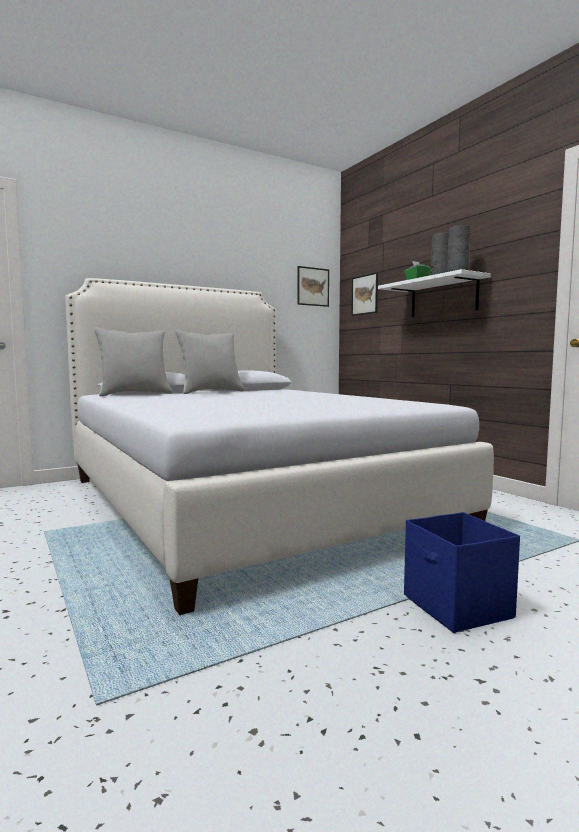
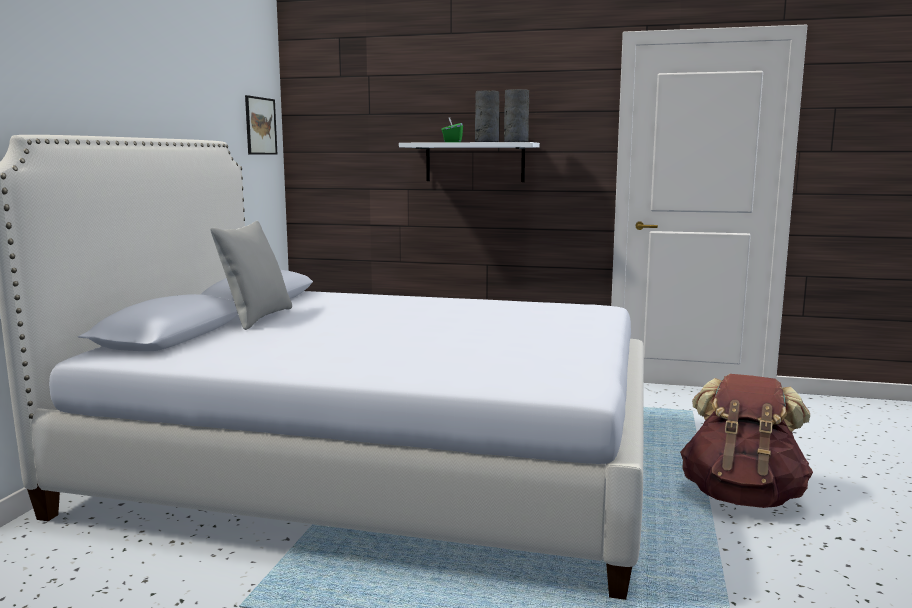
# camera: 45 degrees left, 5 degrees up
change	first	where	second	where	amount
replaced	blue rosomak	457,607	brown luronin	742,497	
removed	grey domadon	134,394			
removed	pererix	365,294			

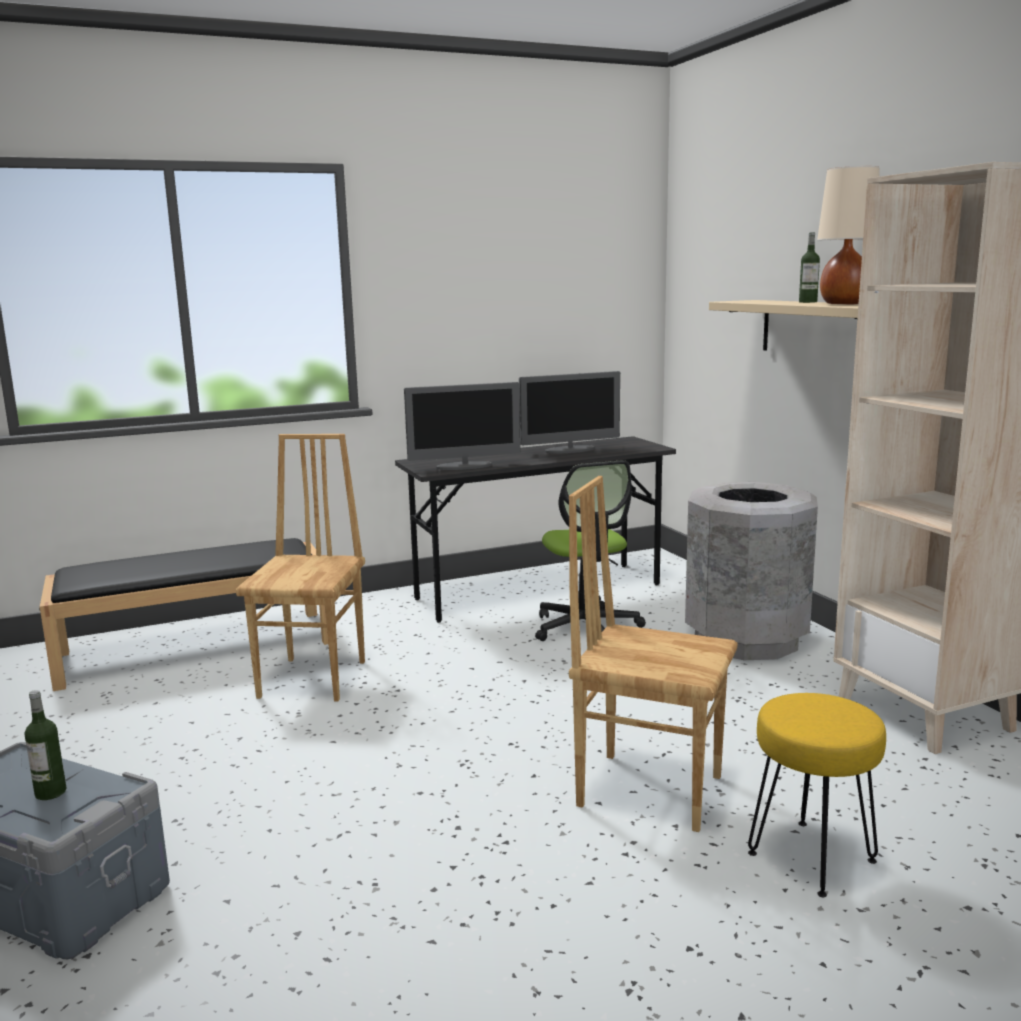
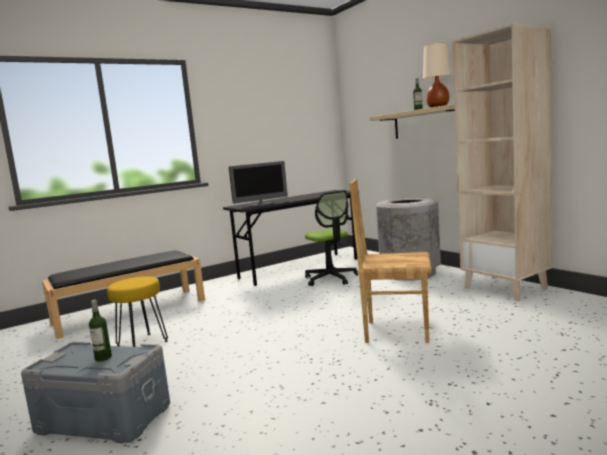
# camera: 10 degrees left, 5 degrees down
change	first	where	second	where	amount
moved	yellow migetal	813,857		143,343	
removed	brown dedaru	315,679			
removed	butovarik	570,450			

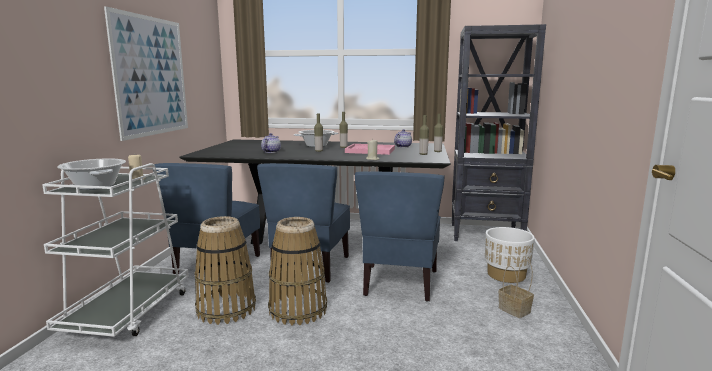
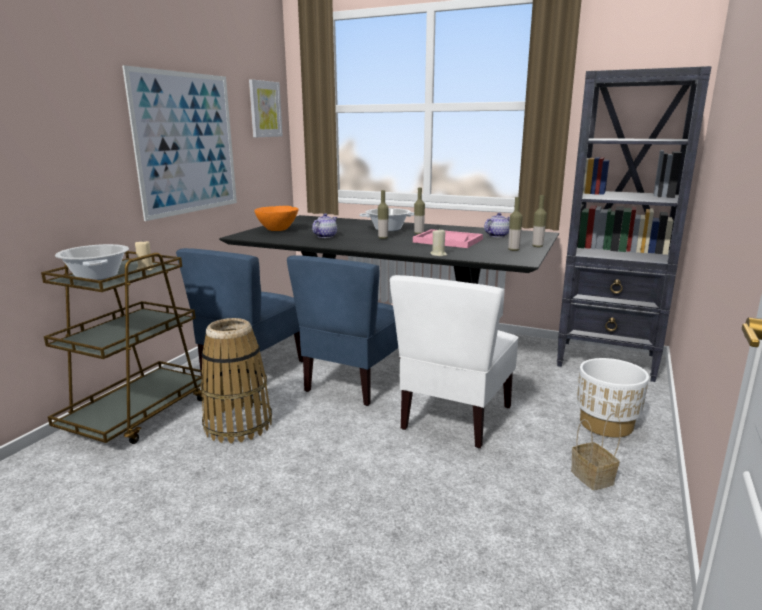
# camera: 15 degrees right, 5 degrees up
change	first	where	second	where	amount
recoloured	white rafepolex	128,312	brown rafepolex	139,414	
added			pererix	264,109	
added			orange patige	278,230	
recoloured	blue dedaru	399,283	white dedaru	454,417	
removed	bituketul	297,310			

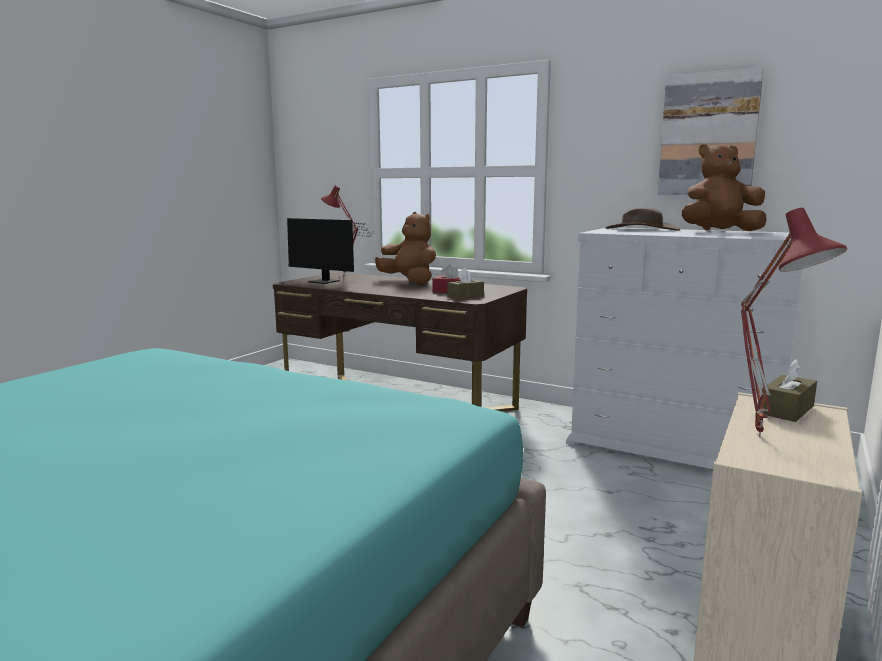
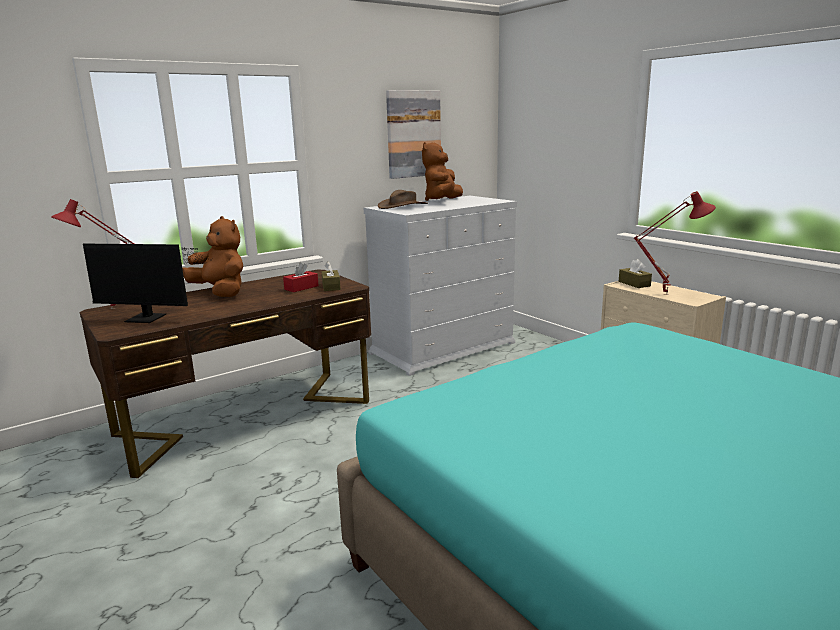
# camera: 65 degrees left, 5 degrees up
change	first	where	second	where	amount
turned	butovarik	326,282		149,318	45 degrees clockwise
turned	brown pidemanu	409,281		221,292	60 degrees clockwise

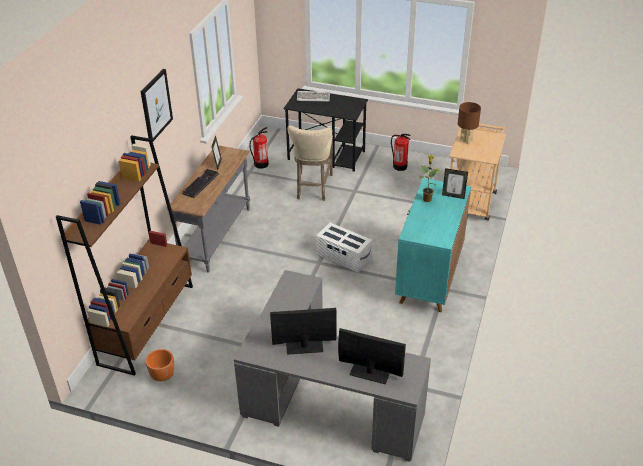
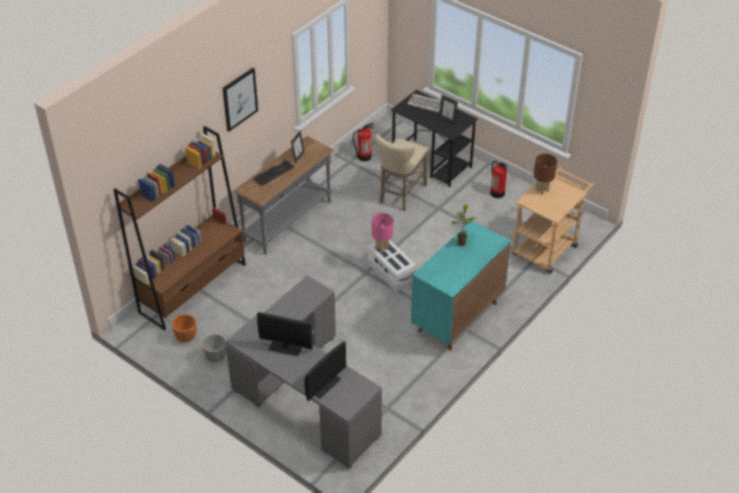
# camera: 20 degrees right, 5 degrees up
change	first	where	second	where	amount
added			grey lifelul	216,357	
turned	butovarik	369,373		325,385	90 degrees clockwise
added			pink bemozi	382,248	
moved	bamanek	453,196		447,119	

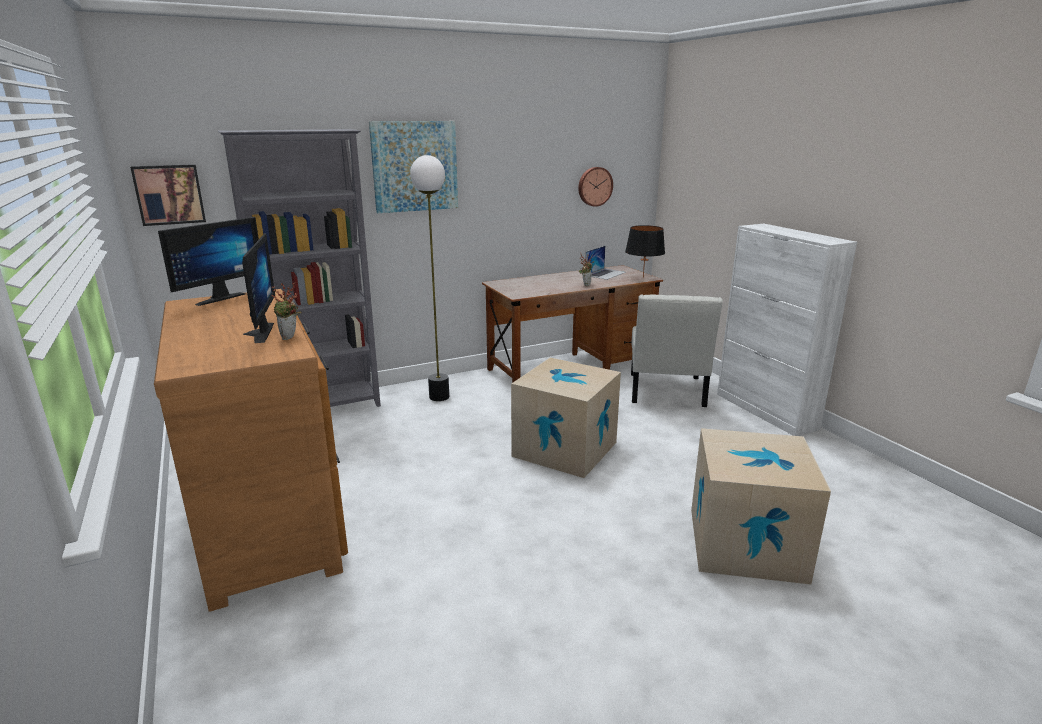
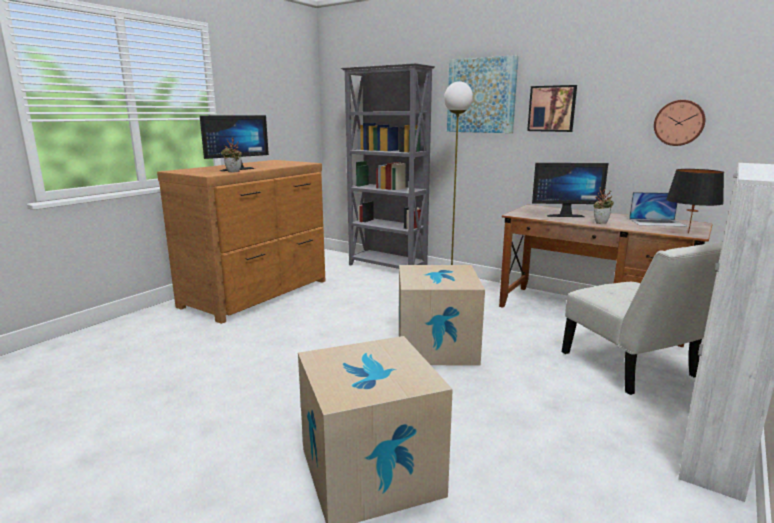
# camera: 60 degrees right, 5 degrees down
change	first	where	second	where	amount
moved	pererix	169,194		552,108	
moved	butovarik	217,298		564,215	
turned	white dedaru	666,392		632,368	90 degrees counterclockwise

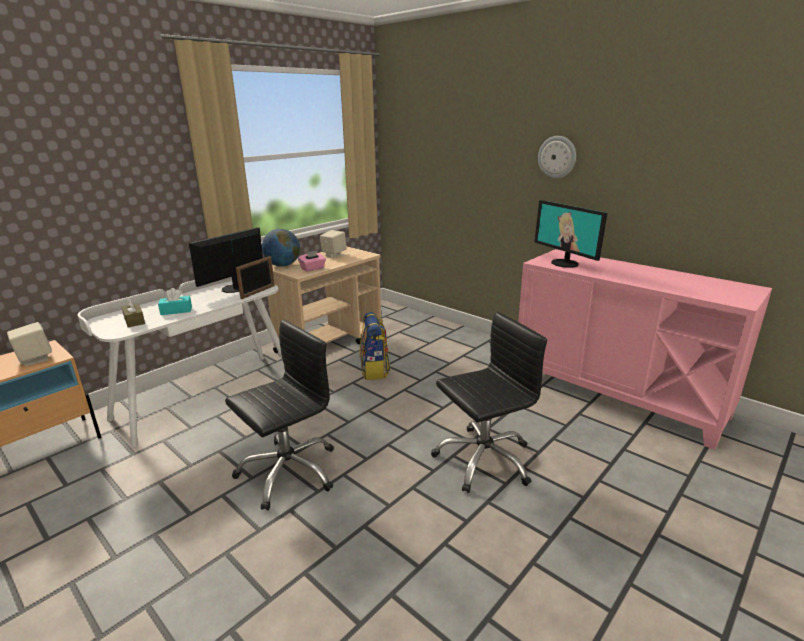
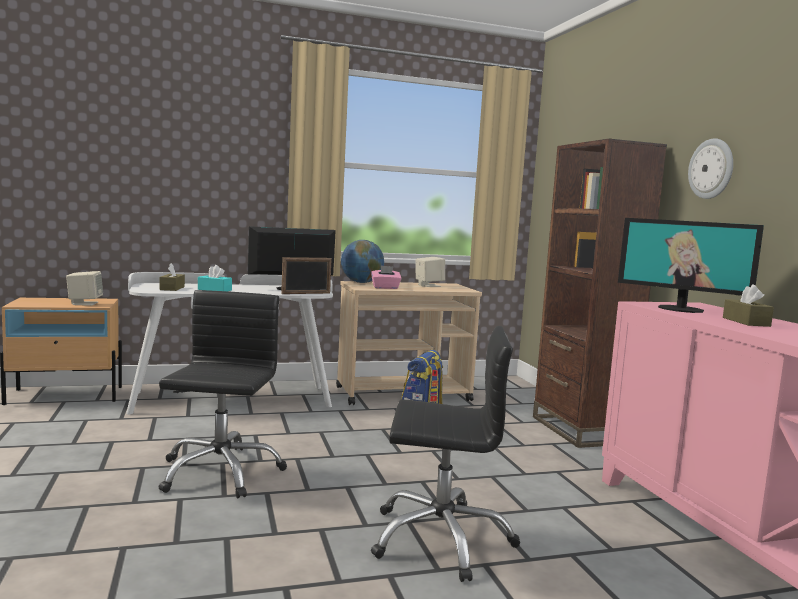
# camera: 30 degrees right, 15 degrees down
change	first	where	second	where	amount
turned	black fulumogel	288,471		220,472	75 degrees counterclockwise
added			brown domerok	580,430	
turned	butovarik	565,263		681,309	60 degrees counterclockwise
added			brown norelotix	746,322	

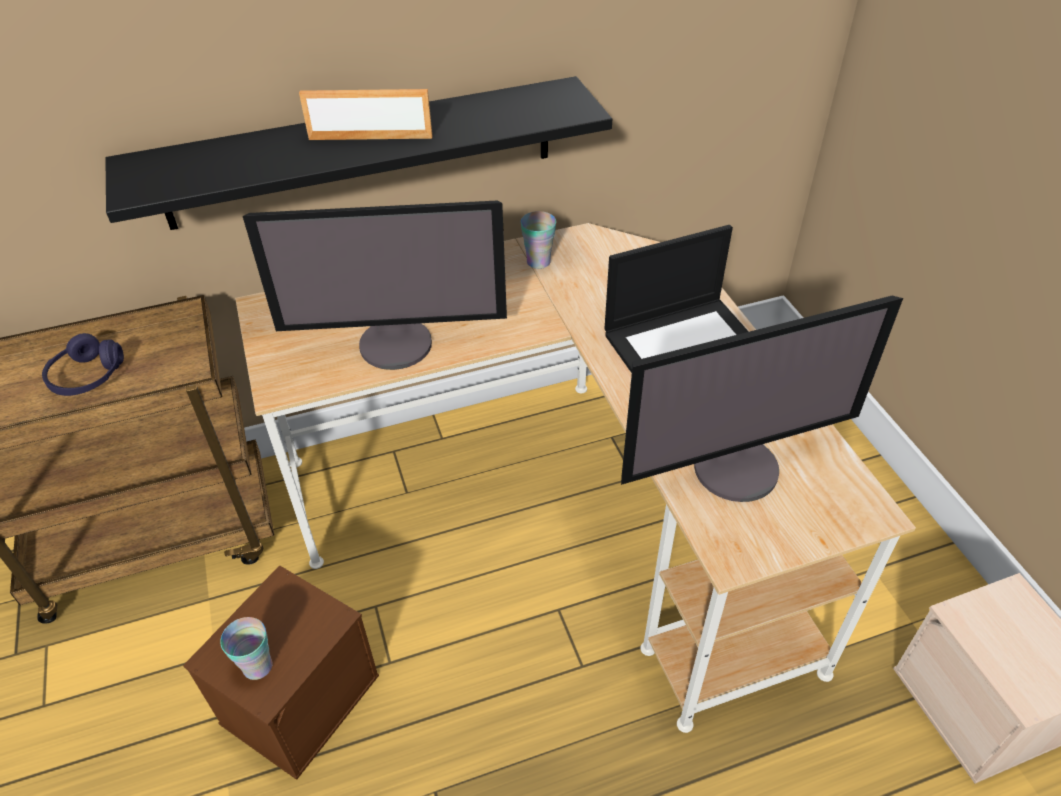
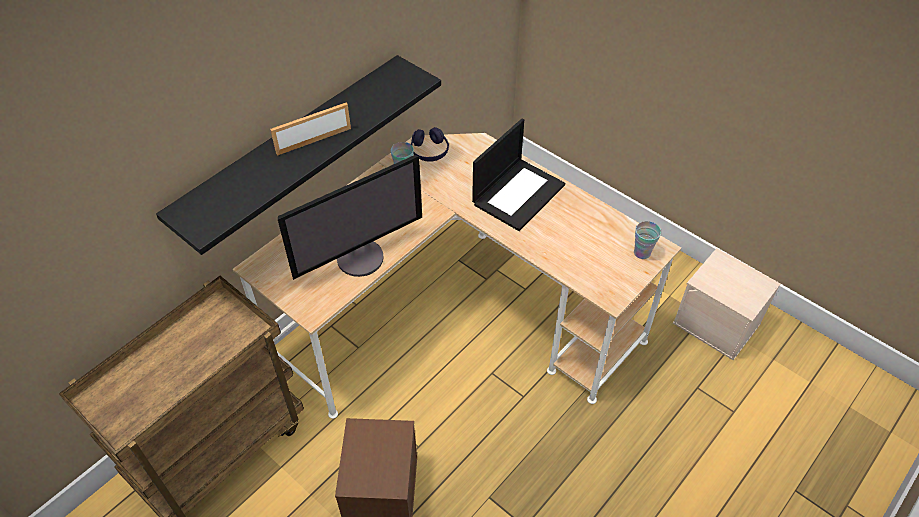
# camera: 30 degrees left, 5 degrees up
change	first	where	second	where	amount
moved	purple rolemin	87,376		429,151	
moved	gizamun	257,666		642,253	
removed	butovarik	735,466			

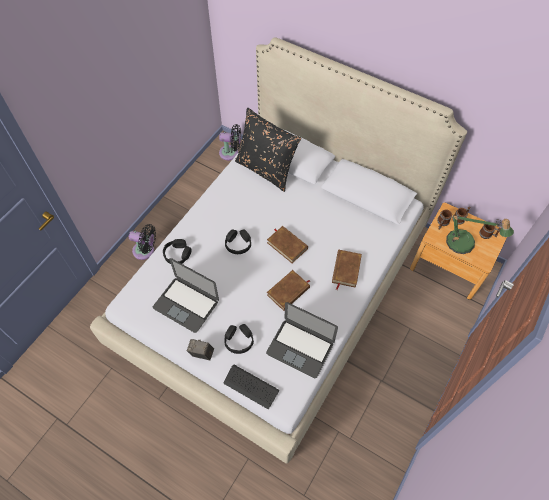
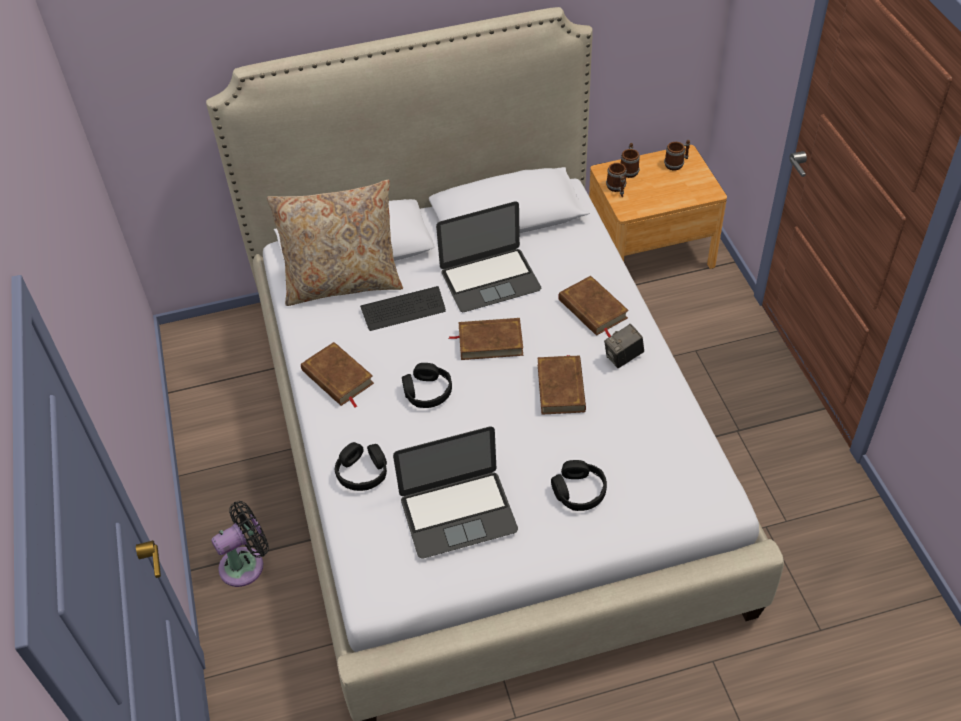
# camera: 45 degrees left, 10 degrees down
change	first	where	second	where	amount
recoloured	black domadon	266,169	beige domadon	343,283	
added			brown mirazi	337,378	
moved	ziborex	251,387		403,310	
moved	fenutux	300,347		490,280	
moved	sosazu	201,353		623,358	
removed	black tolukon	231,153			
removed	bemozi	465,245			

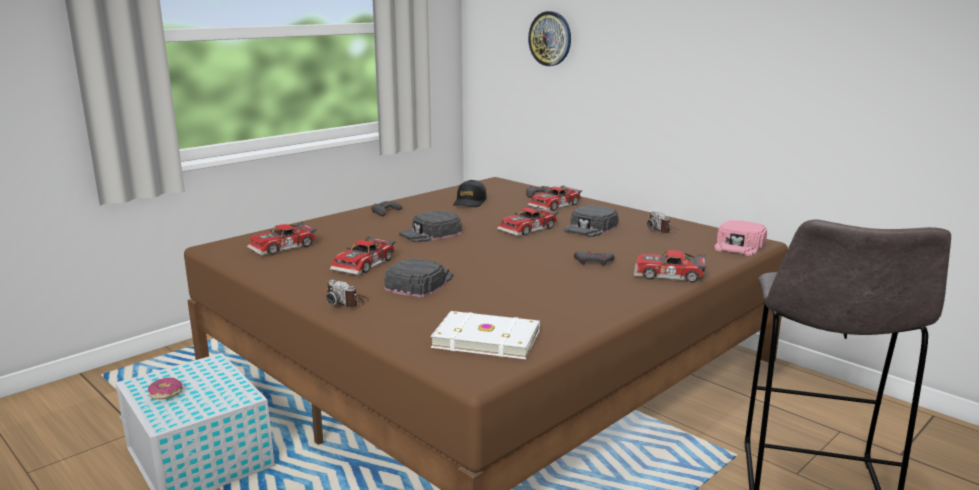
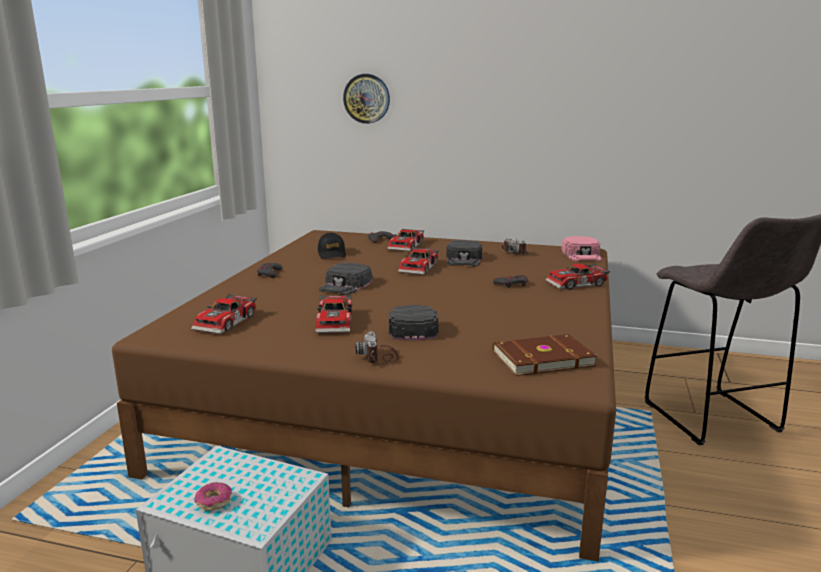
# camera: 30 degrees left, 0 degrees up
change	first	where	second	where	amount
turned	sosazu	347,301		379,356	75 degrees clockwise
recoloured	white mirazi	486,338	brown mirazi	541,358	

